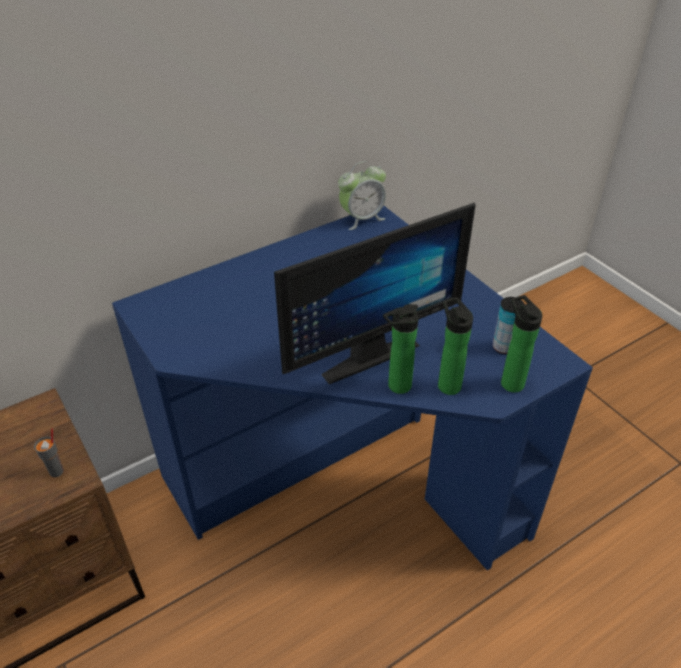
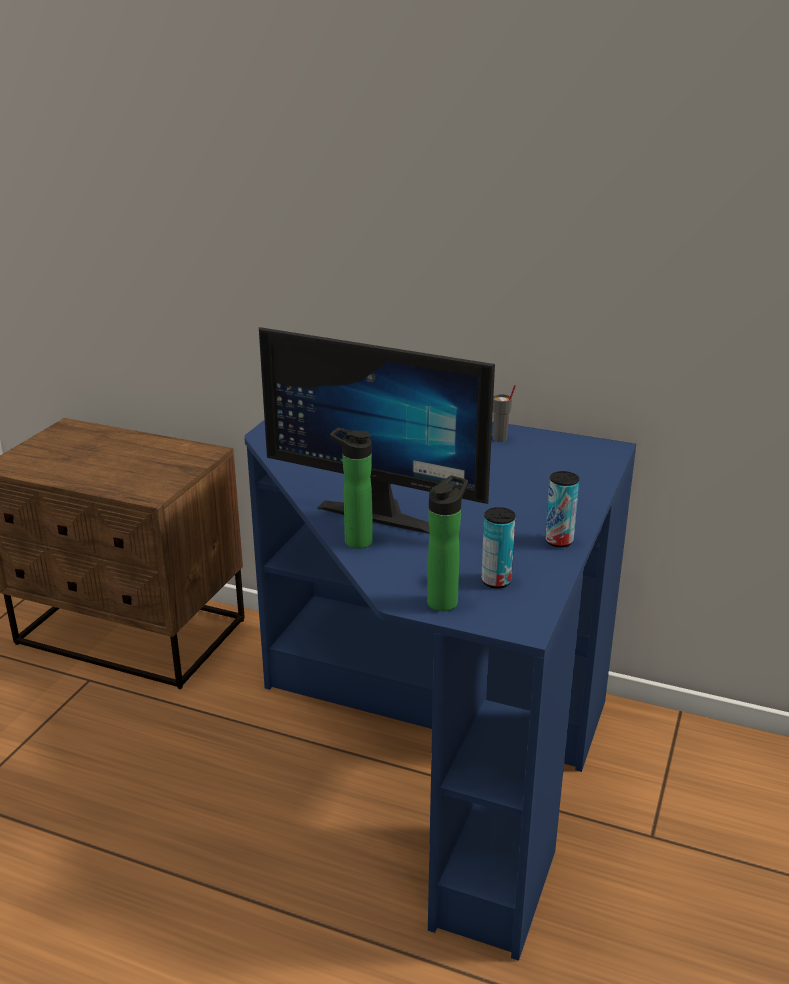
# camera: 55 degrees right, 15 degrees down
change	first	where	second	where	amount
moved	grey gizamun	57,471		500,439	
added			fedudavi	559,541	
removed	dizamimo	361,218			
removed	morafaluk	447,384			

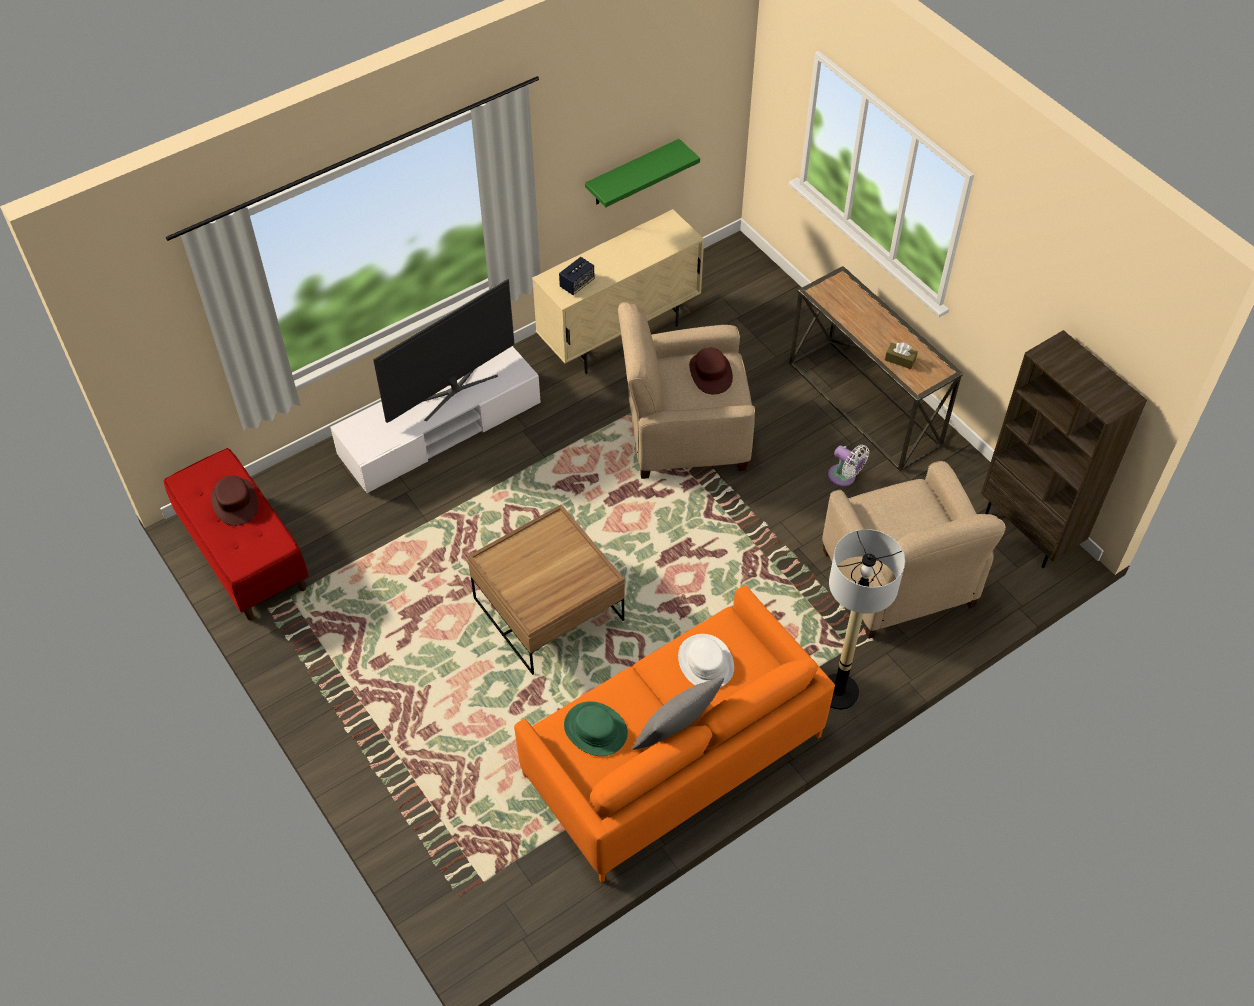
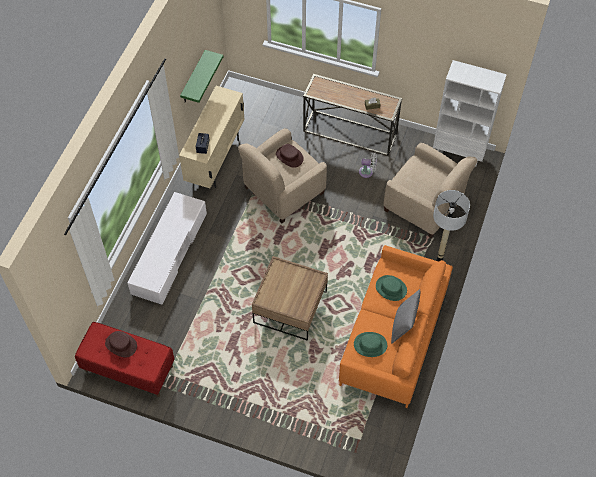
# camera: 35 degrees left, 5 degrees up
change	first	where	second	where	amount
recoloured	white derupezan	706,662	green derupezan	391,288	
recoloured	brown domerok	1029,531	white domerok	459,153	
removed	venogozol	453,389			

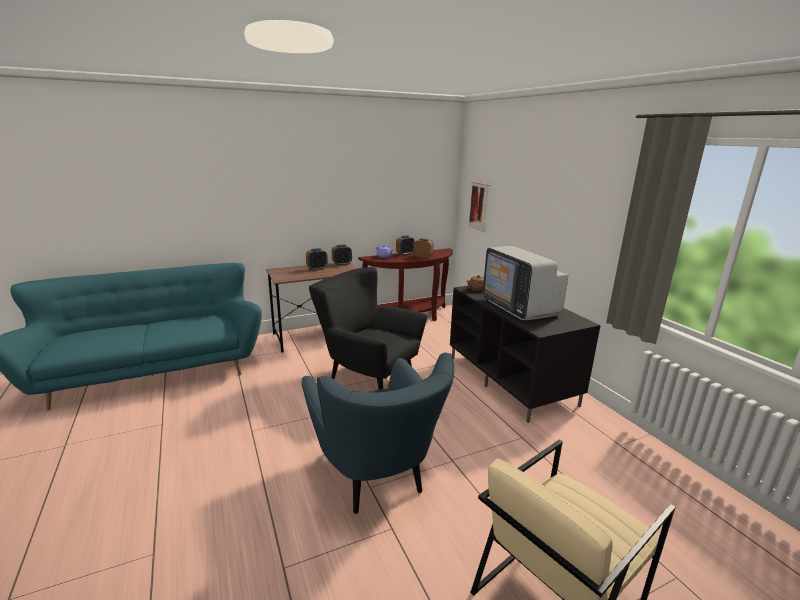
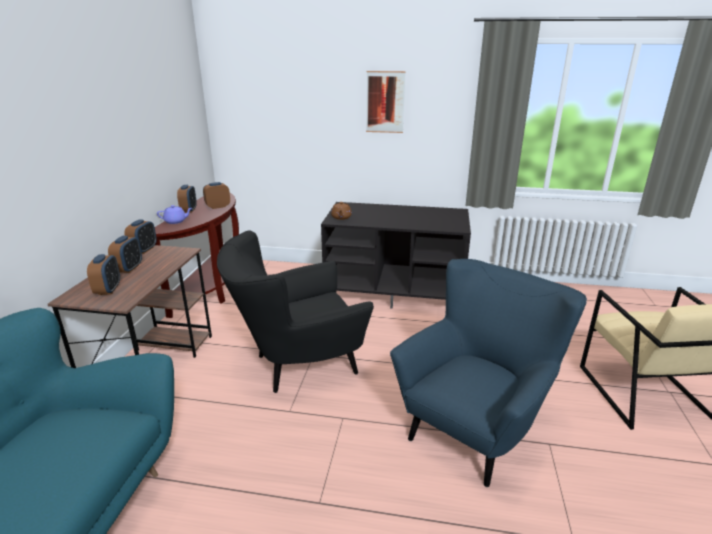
# camera: 55 degrees left, 5 degrees up
change	first	where	second	where	amount
added			dizamimo	108,290	
moved	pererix	478,206		385,102	
turned	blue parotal	375,477		476,427	60 degrees counterclockwise
removed	venogozol	520,307			

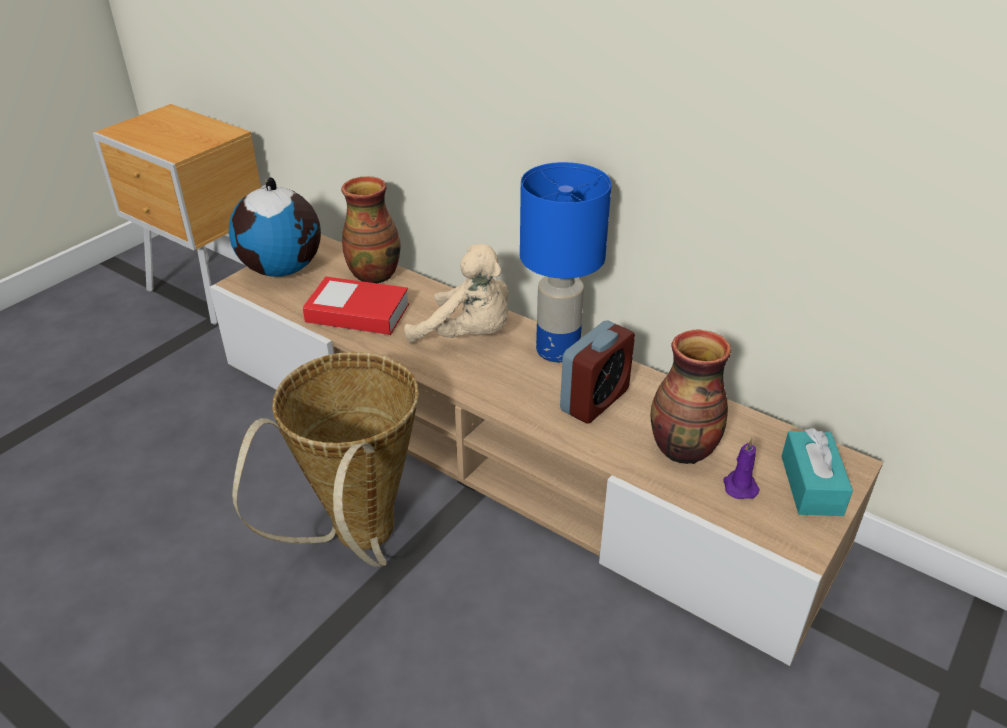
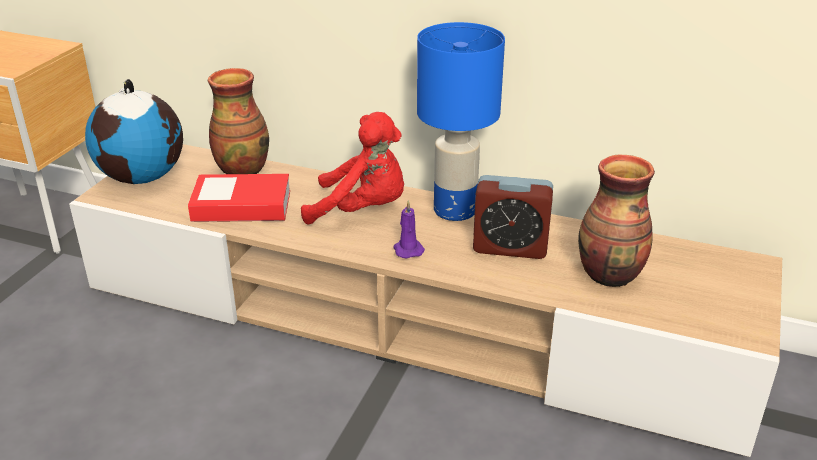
# camera: 15 degrees left, 5 degrees down
change	first	where	second	where	amount
recoloured	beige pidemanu	467,335	red pidemanu	362,210	
moved	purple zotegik	739,486		407,249	
turned	dizamimo	594,400		510,247	75 degrees clockwise
removed	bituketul	358,541			
removed	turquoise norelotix	811,485			

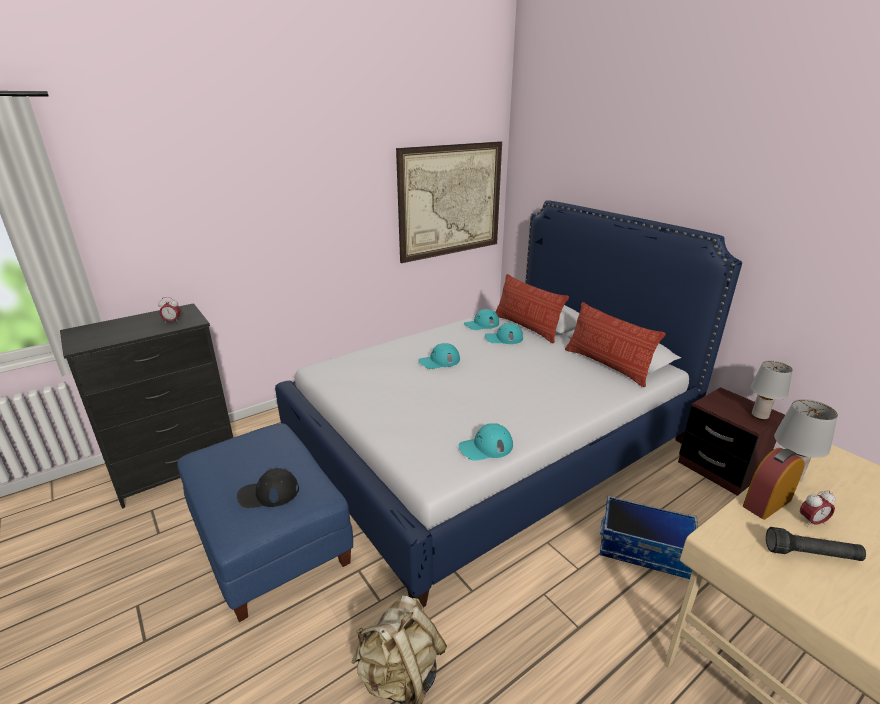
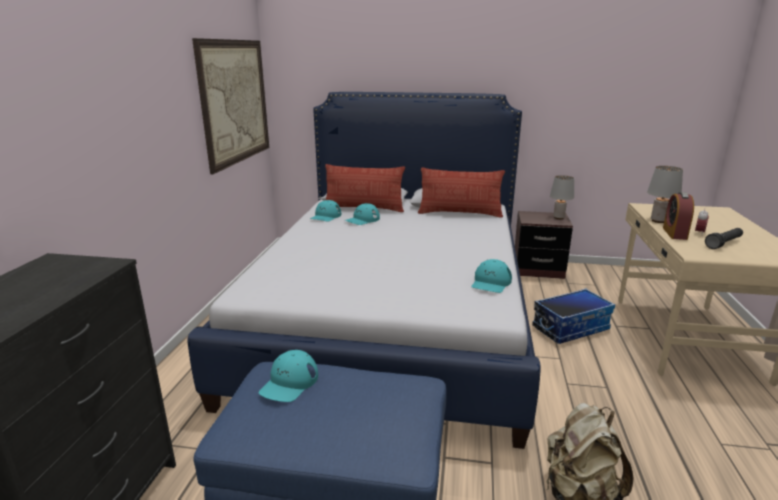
# camera: 45 degrees left, 5 degrees down
change	first	where	second	where	amount
moved	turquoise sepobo	439,361		289,382	
removed	dizamimo	172,321			
removed	black sepobo	268,493			

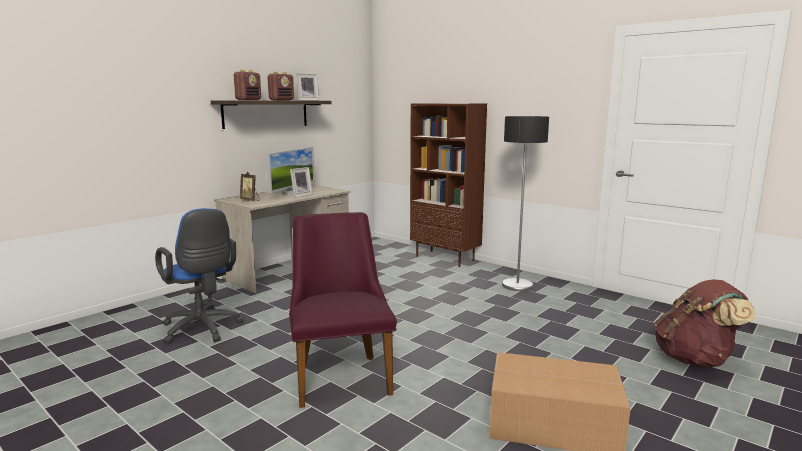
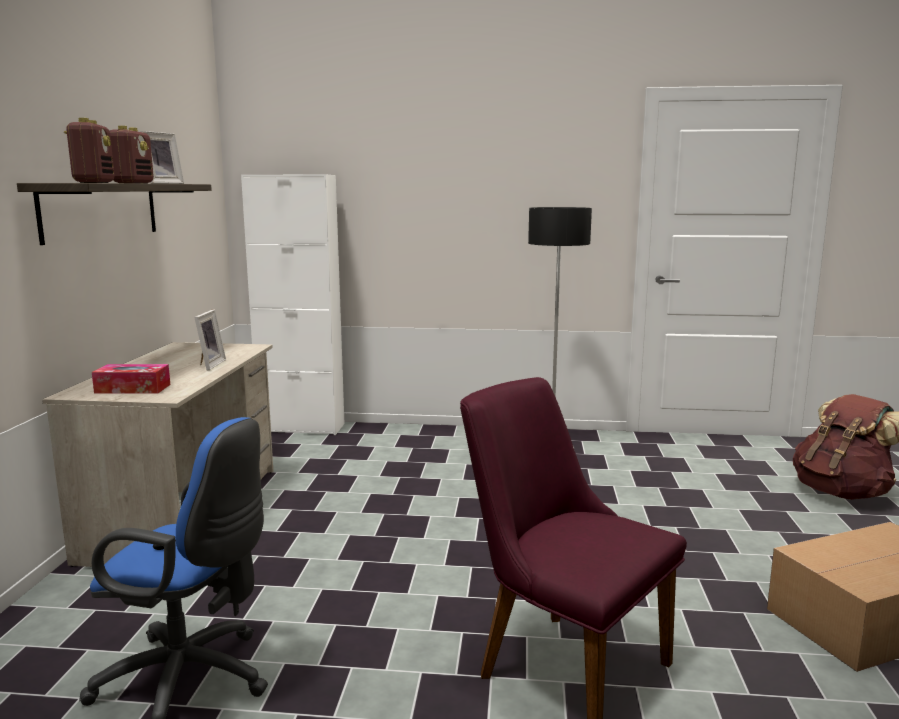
# camera: 35 degrees left, 0 degrees up
change	first	where	second	where	amount
replaced	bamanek	250,200	norelotix	133,389	
added			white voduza	301,428	
removed	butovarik	292,193			
removed	brown domerok	445,258			

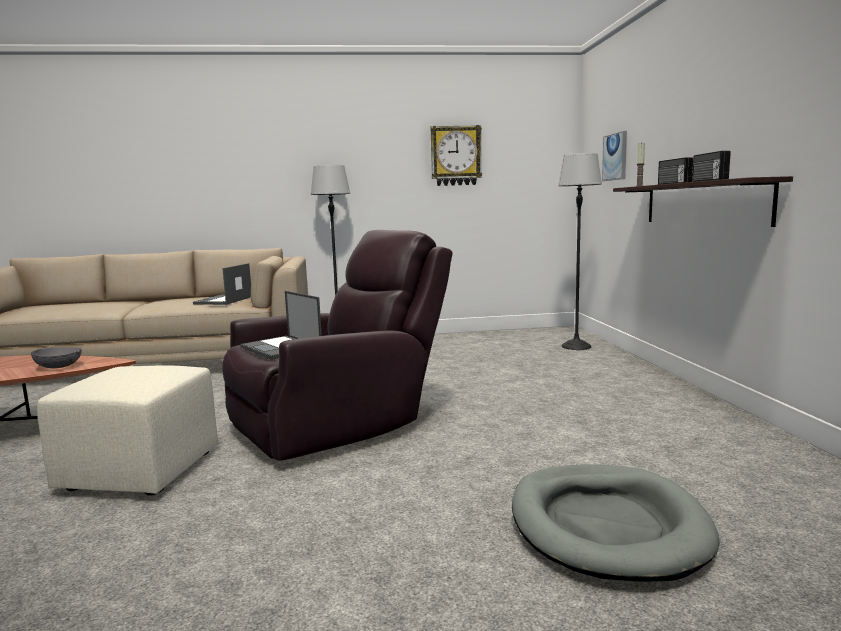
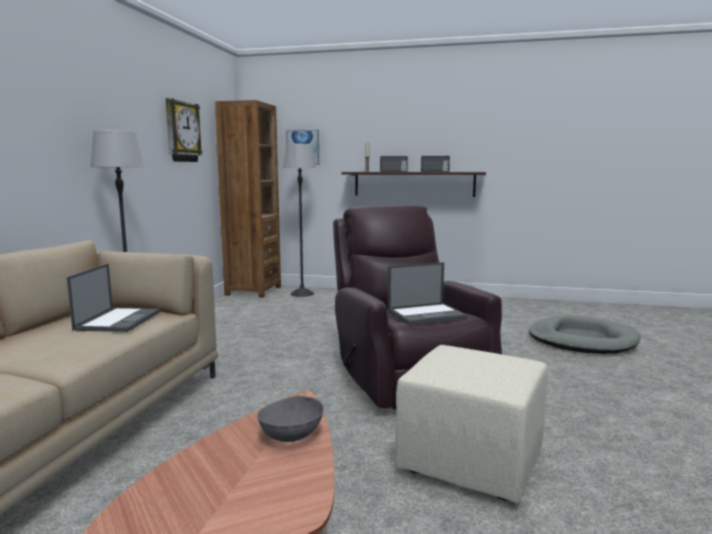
# camera: 70 degrees left, 0 degrees up
change	first	where	second	where	amount
turned	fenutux	223,300		119,320	120 degrees counterclockwise
added			brown domerok	253,291	

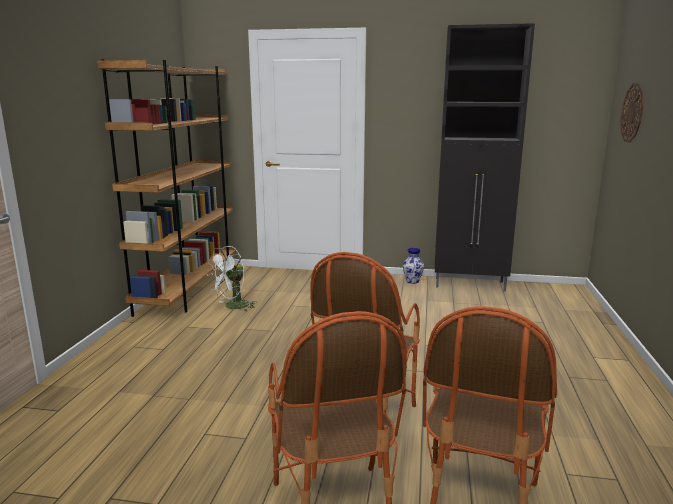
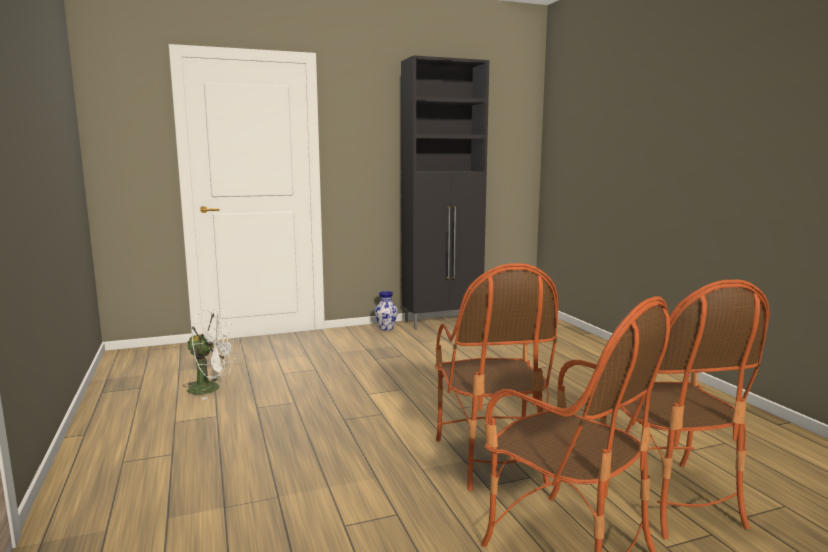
# camera: 30 degrees left, 5 degrees down
change	first	where	second	where	amount
turned	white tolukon	232,307		211,389	105 degrees counterclockwise
removed	brown domerok	189,289			
removed	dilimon	632,113			

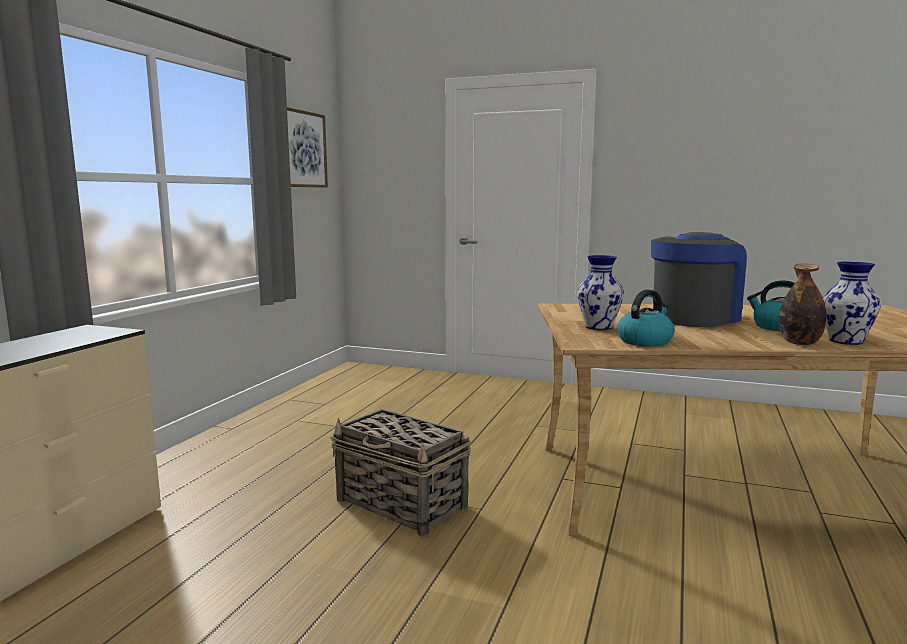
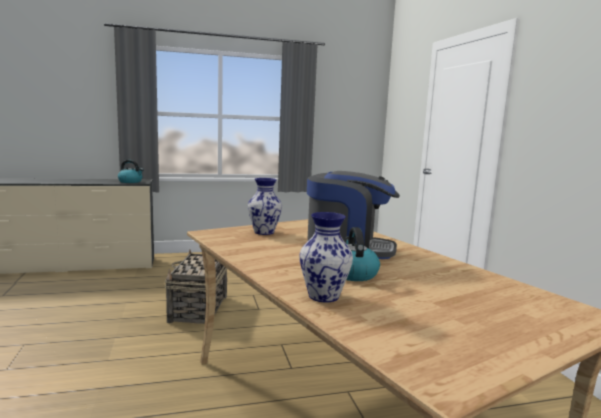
# camera: 55 degrees right, 0 degrees up
change	first	where	second	where	amount
moved	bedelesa	645,341		131,181	
removed	pererix	303,149			
removed	morafaluk	799,343			

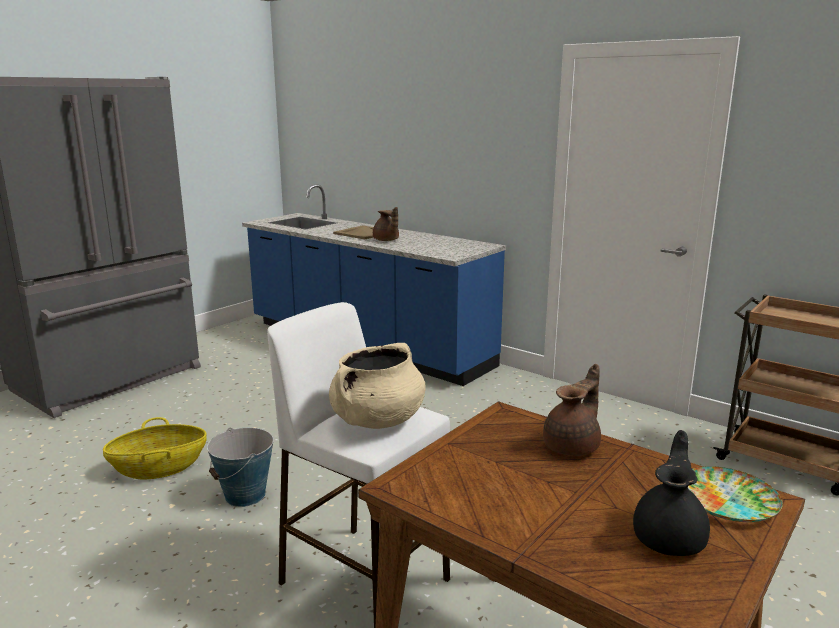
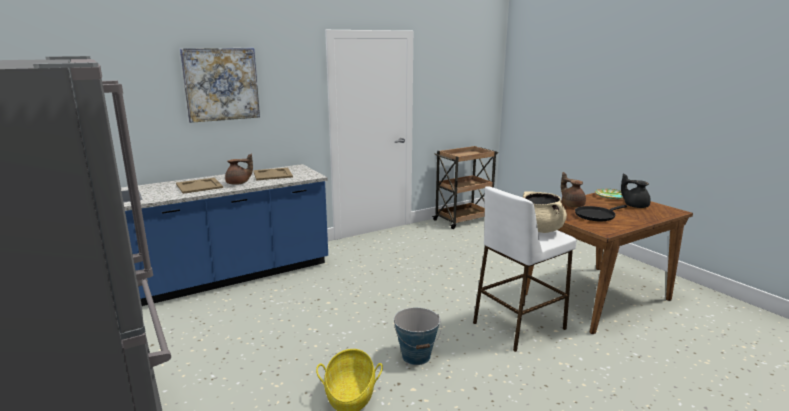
# camera: 70 degrees left, 0 degrees up
change	first	where	second	where	amount
added			pererix	221,84	
added			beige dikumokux	272,174	
added			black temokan	596,215	

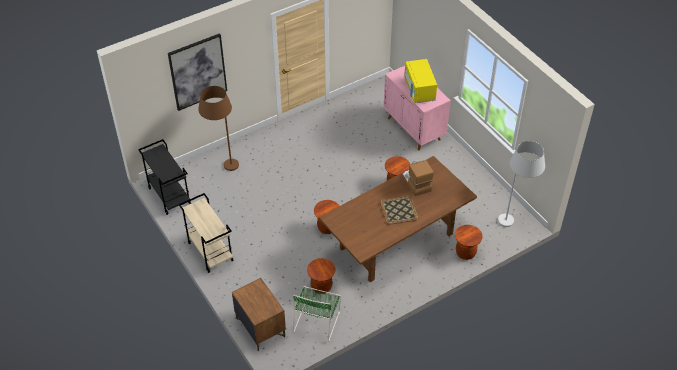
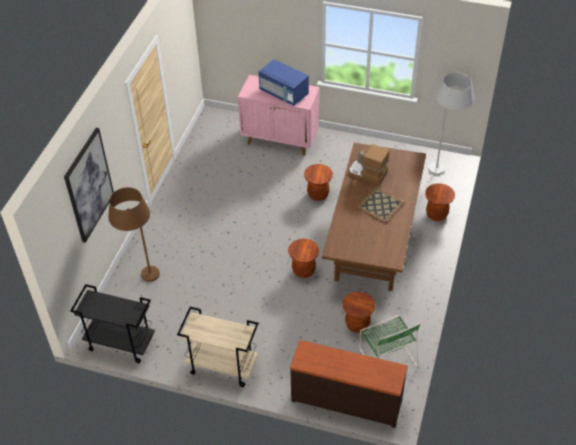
# camera: 40 degrees left, 0 degrees up
change	first	where	second	where	amount
recoloured	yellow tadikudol	419,90	blue tadikudol	284,93	
replaced	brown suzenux	260,327	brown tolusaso	347,399	

